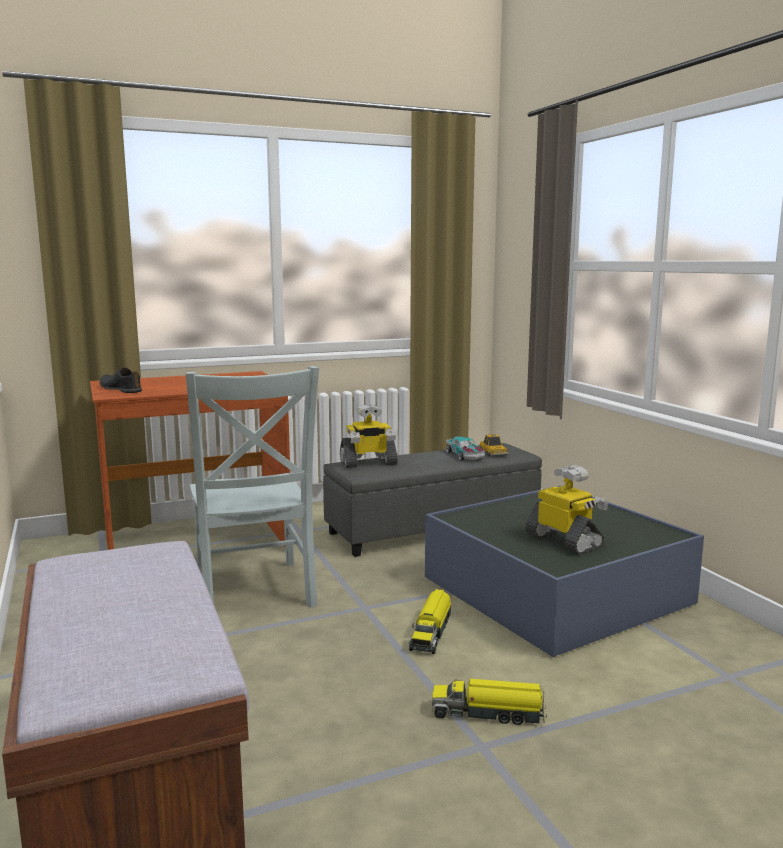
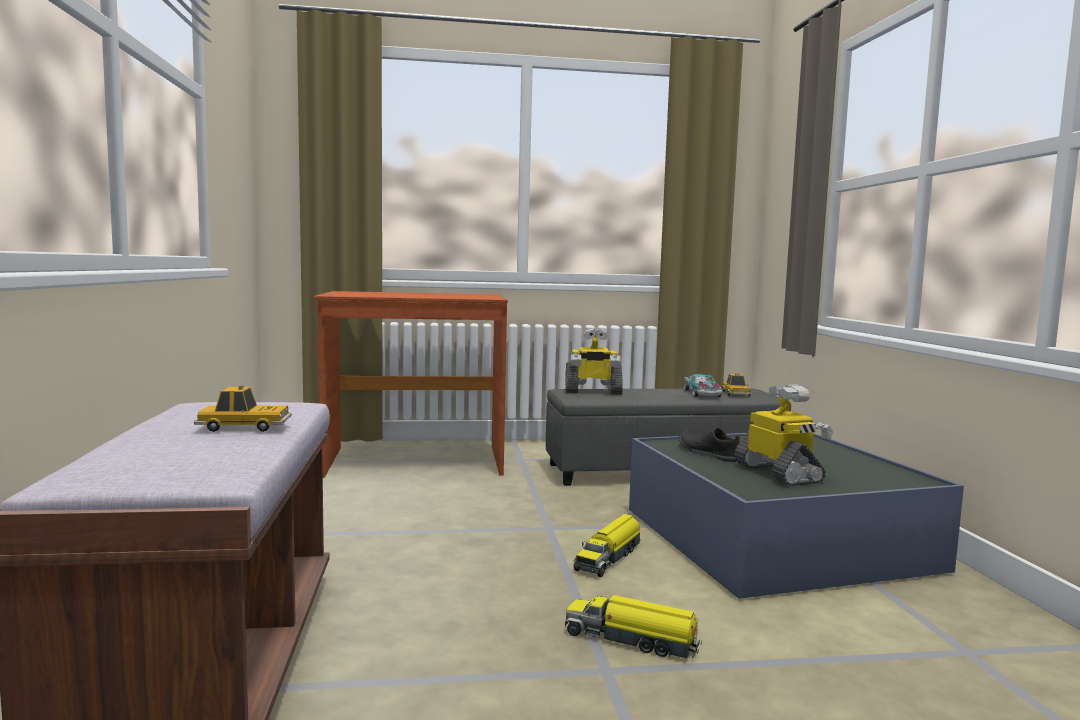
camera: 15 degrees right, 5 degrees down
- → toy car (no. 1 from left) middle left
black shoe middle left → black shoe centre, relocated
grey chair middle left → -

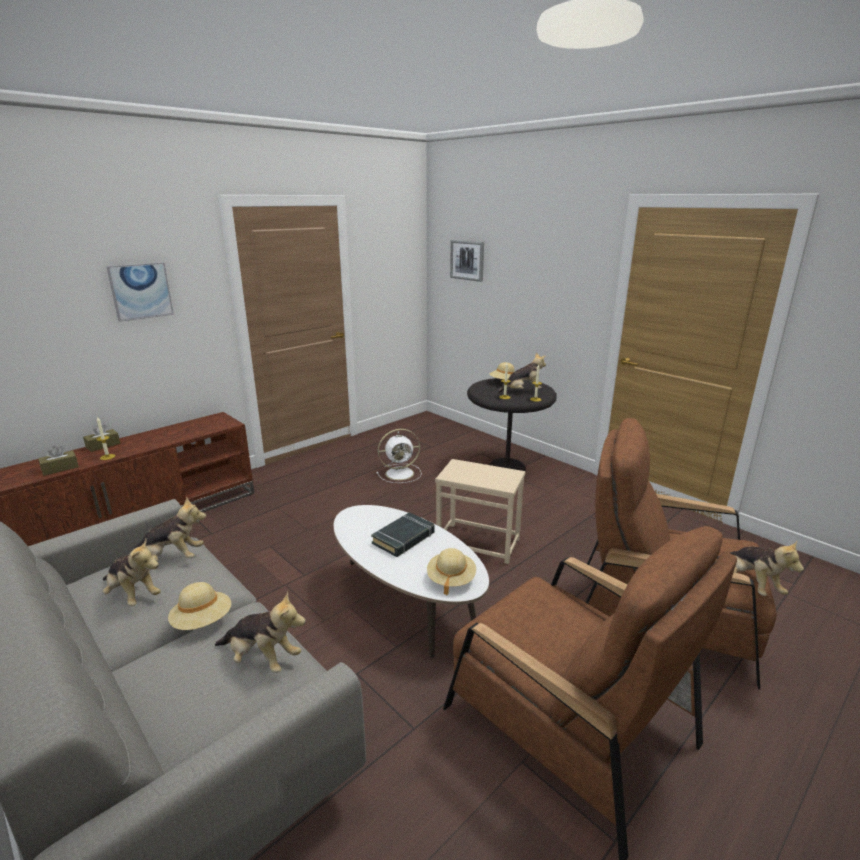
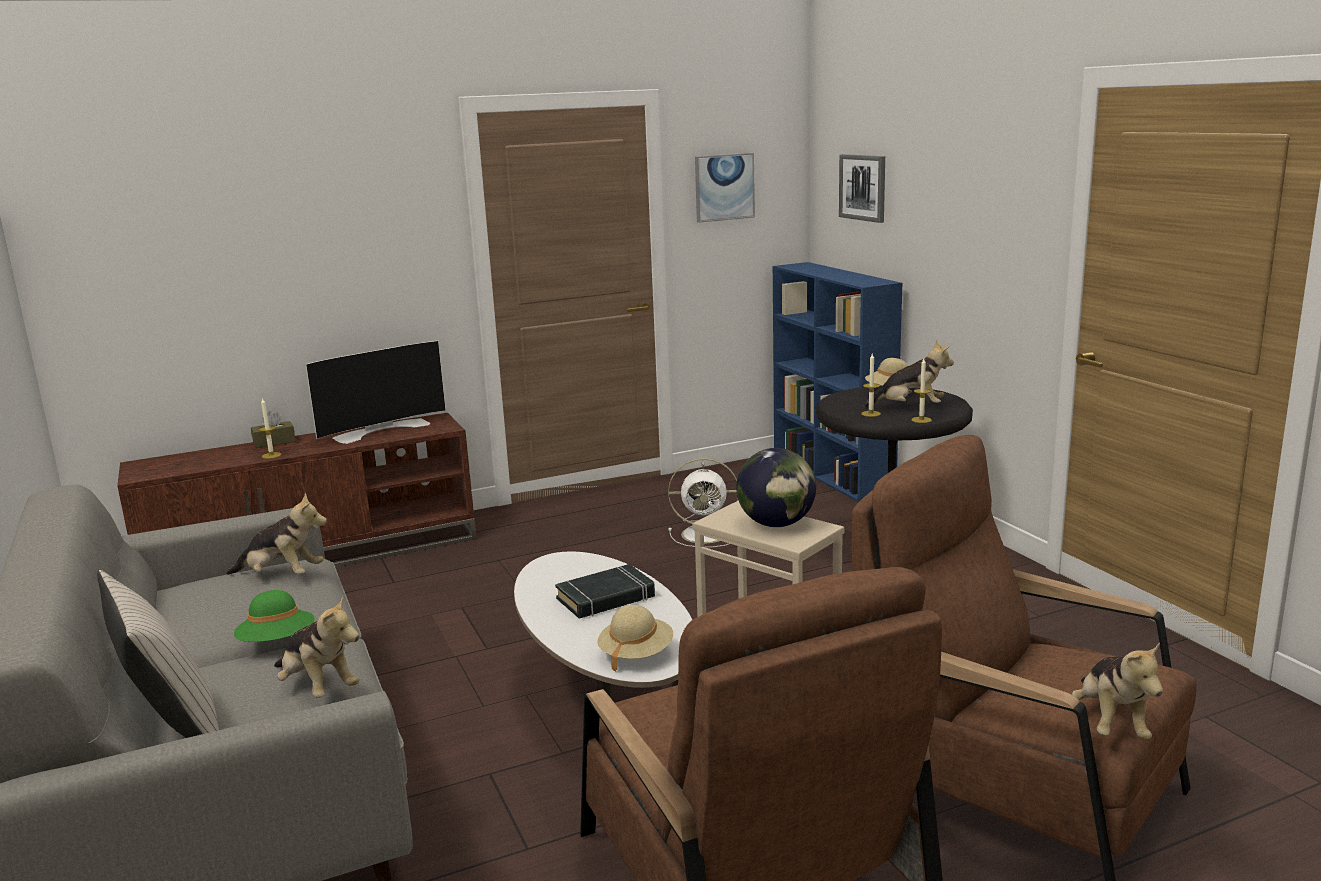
camera: 20 degrees right, 5 degrees down
- → beige pillow bottom left
beige hat (no. 1 from left) bottom left → green hat bottom left
- → television middle left
picture (no. 1 from left) middle left → picture (no. 1 from left) top centre, relocated
- → globe centre
- → blue bookcase centre
brown tissue box (no. 1 from left) middle left → -
plush toy (no. 1 from left) middle left → -

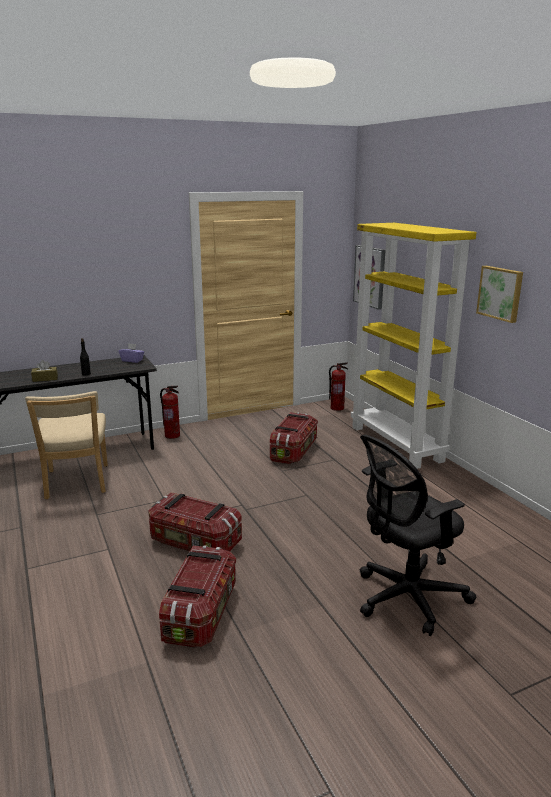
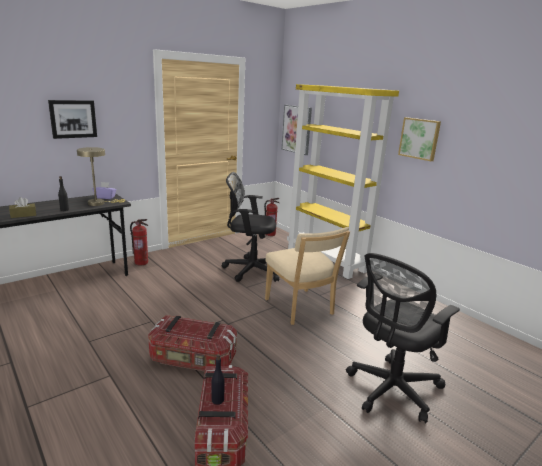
camera: 15 degrees left, 0 degrees up
- → picture (no. 1 from left) top left
- → beige table lamp middle left
- → black bottle (no. 2 from left) bottom centre
storage box (no. 3 from left) centre → black office chair (no. 1 from left) centre
beige chair middle left → beige chair centre, relocated

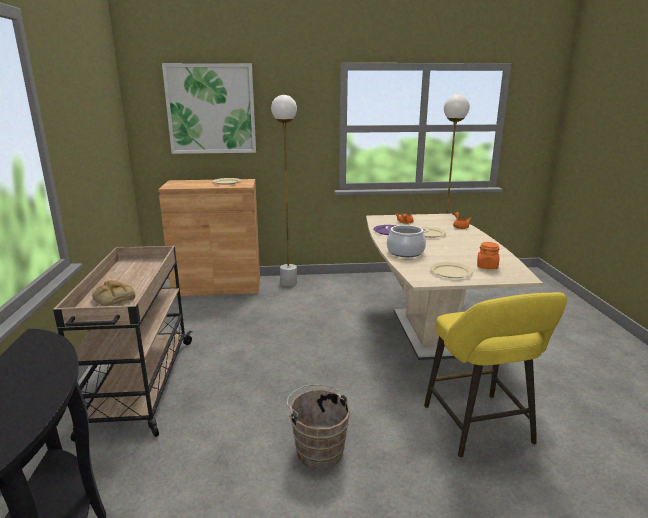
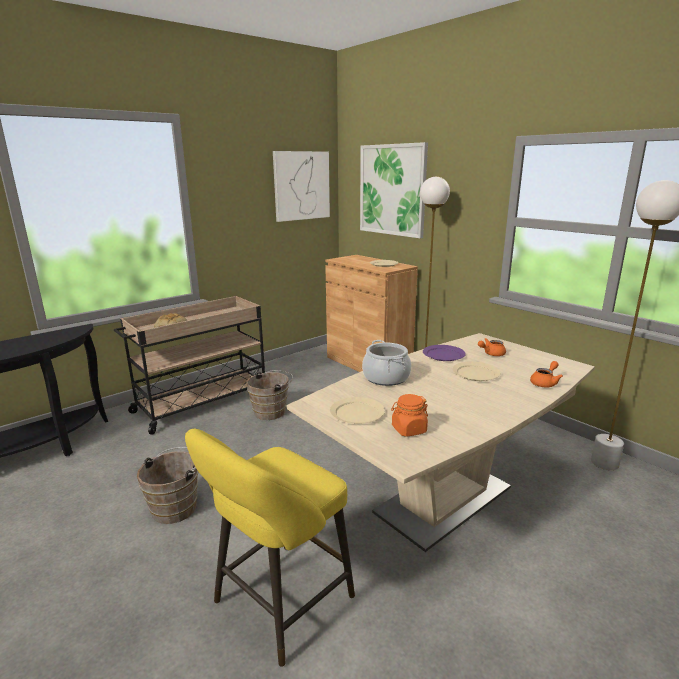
camera: 55 degrees right, 0 degrees up
- → brown bucket (no. 2 from left) centre
- → picture (no. 1 from left) top centre

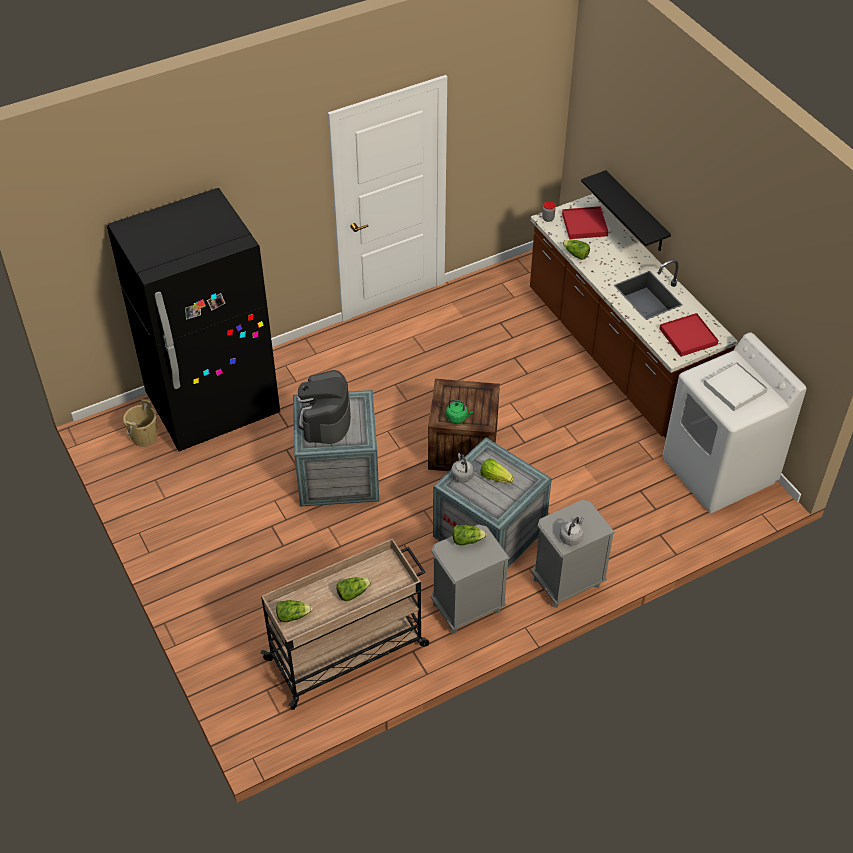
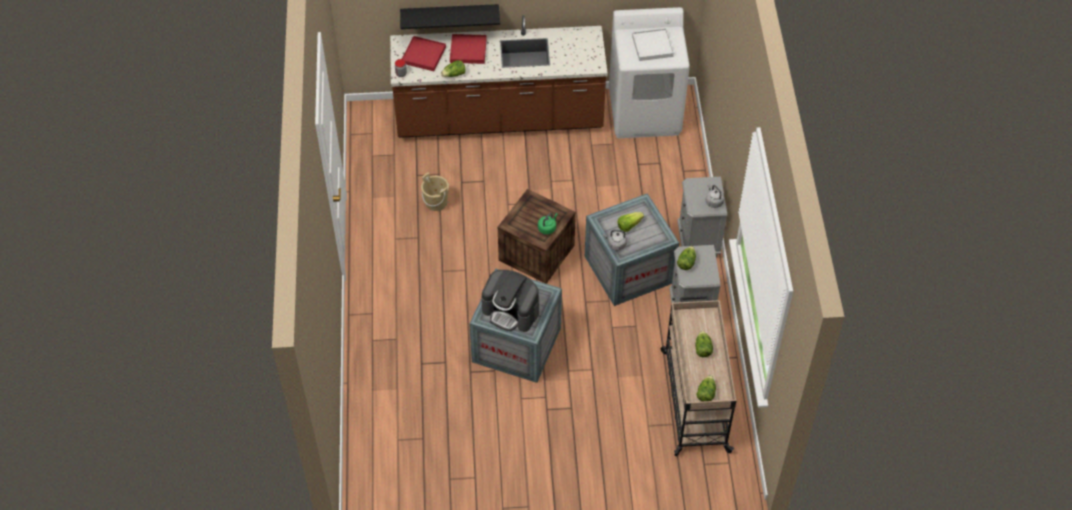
camera: 65 degrees left, 5 degrees up
beige bucket middle left → beige bucket centre, relocated
red tray (no. 2 from left) middle right → red tray (no. 2 from left) top centre, relocated
black fridge middle left → -

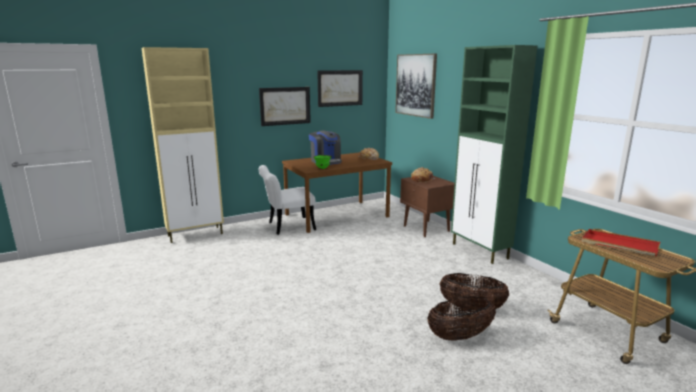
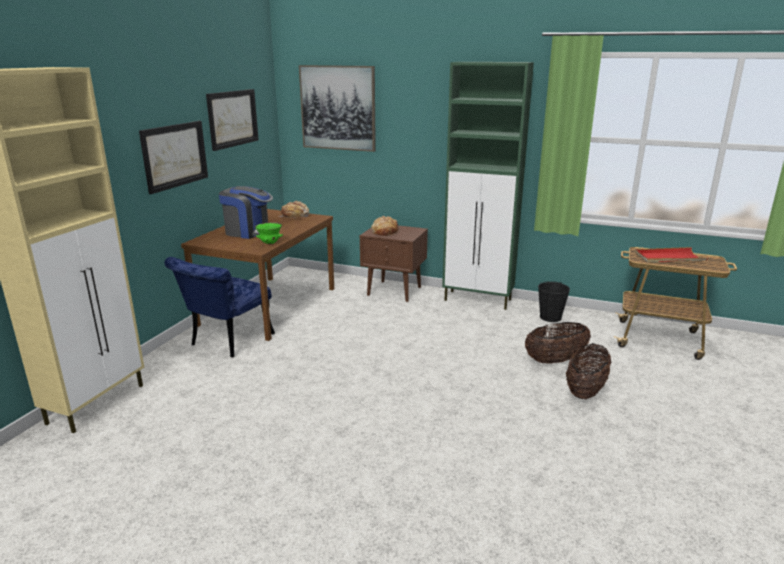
camera: 40 degrees left, 5 degrees up
white chair centre → blue chair middle left
- → black bucket middle right

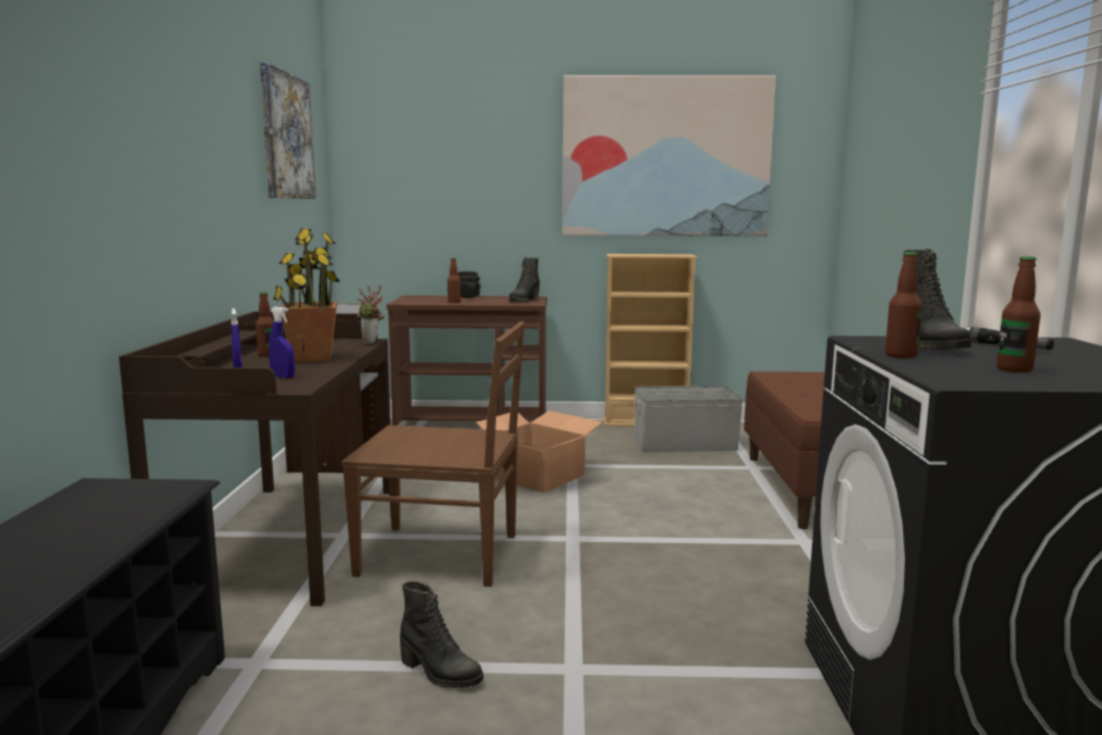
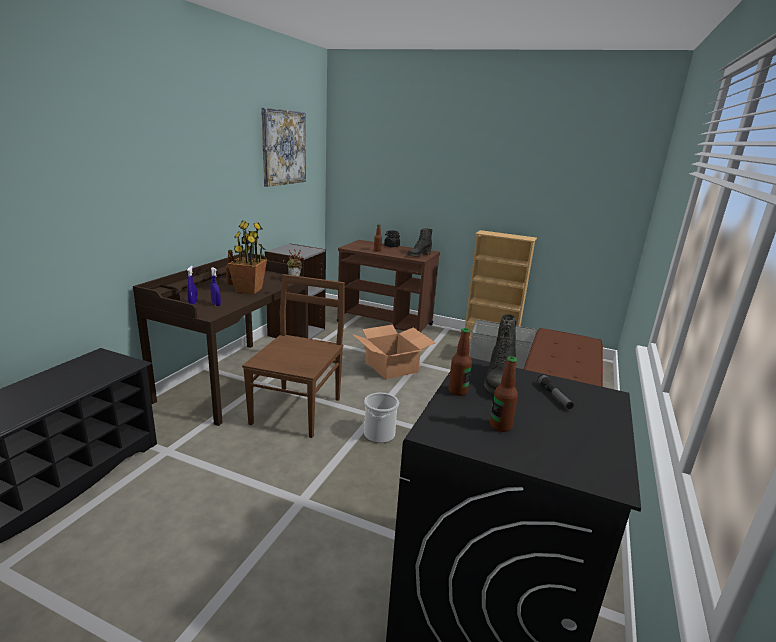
camera: 20 degrees right, 10 degrees up
brown chair centre, 105 degrees counterclockwise
- → bucket centre
black boot (no. 1 from left) bottom centre → -
picture (no. 2 from left) top centre → -

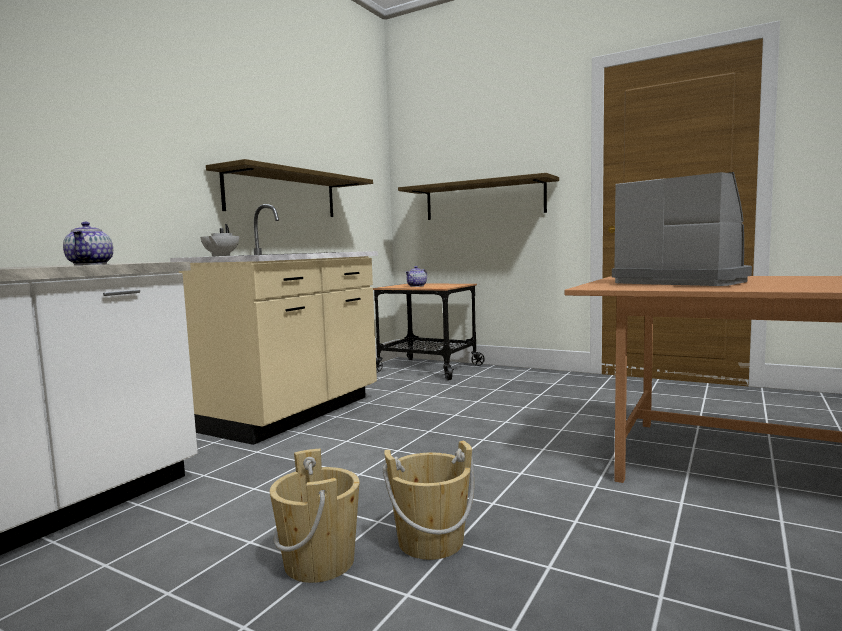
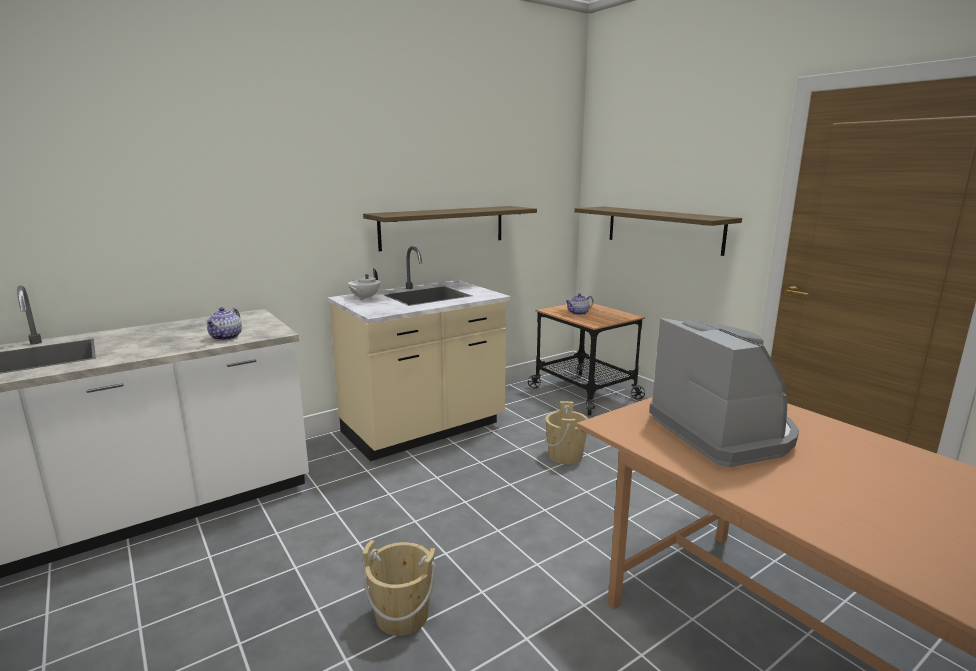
camera: 25 degrees right, 10 degrees up
beige bucket (no. 1 from left in the first image) bottom centre → beige bucket (no. 2 from left) centre, relocated

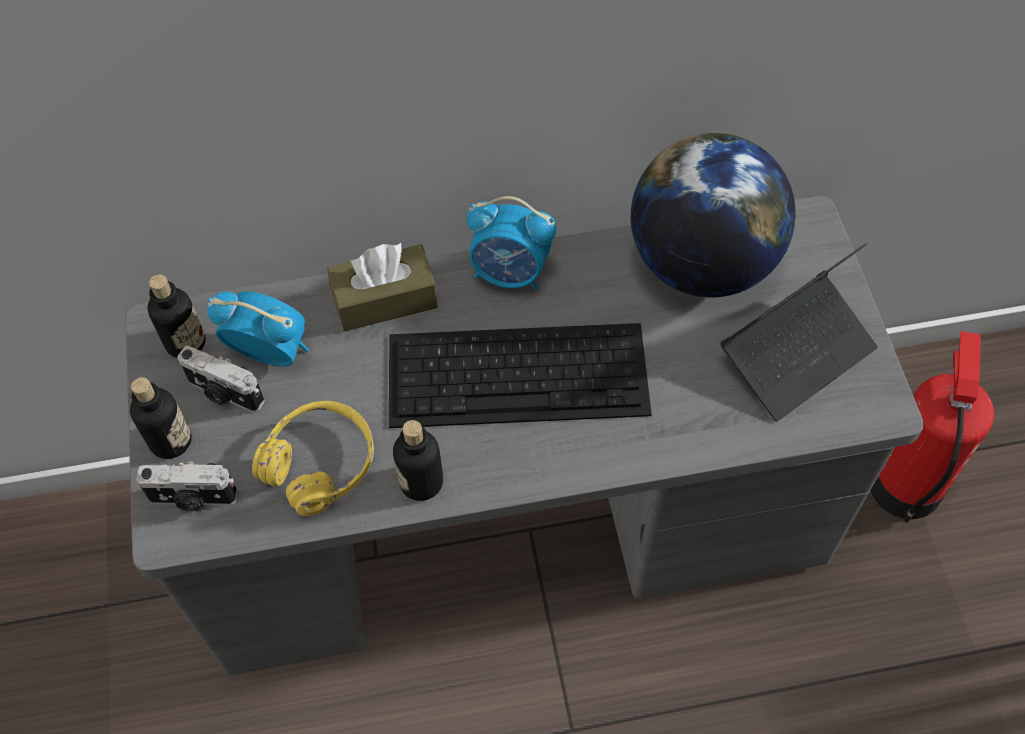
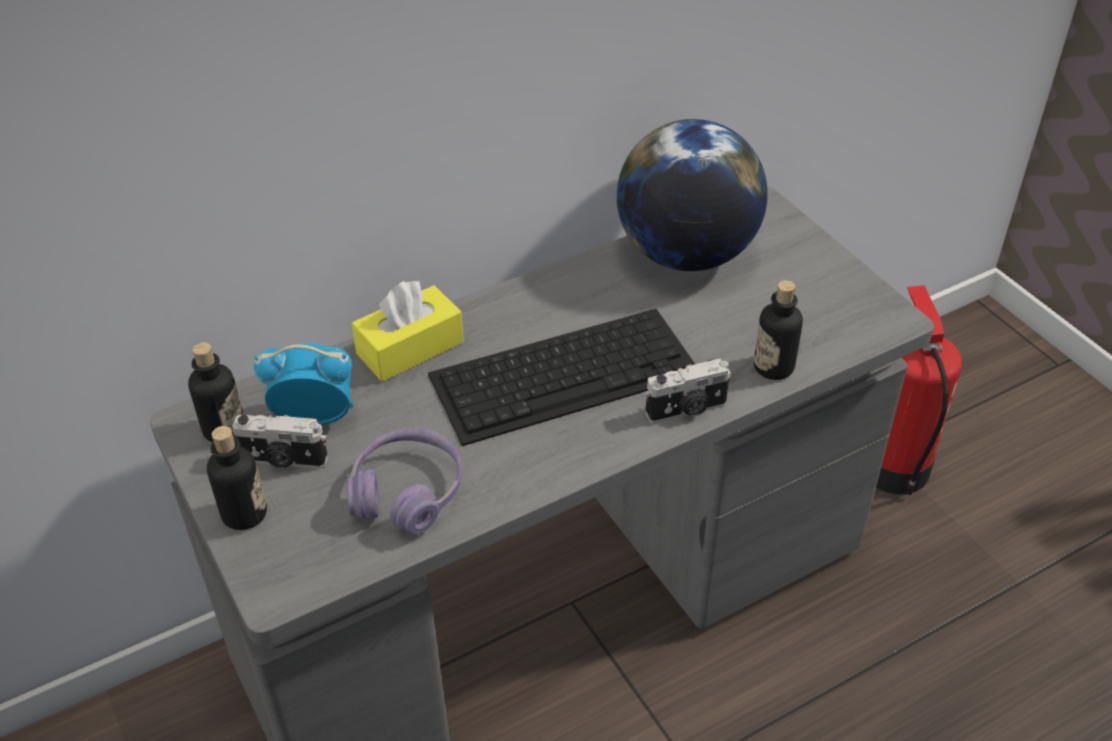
camera: 20 degrees left, 15 degrees down
yellow headphones middle left → purple headphones centre
brown tissue box centre → yellow tissue box centre
photo camera (no. 1 from left in the first image) middle left → photo camera (no. 2 from left) centre, relocated
bottle (no. 3 from left) centre → bottle (no. 3 from left) middle right, relocated
alarm clock (no. 2 from left) top centre → -
laptop middle right → -

